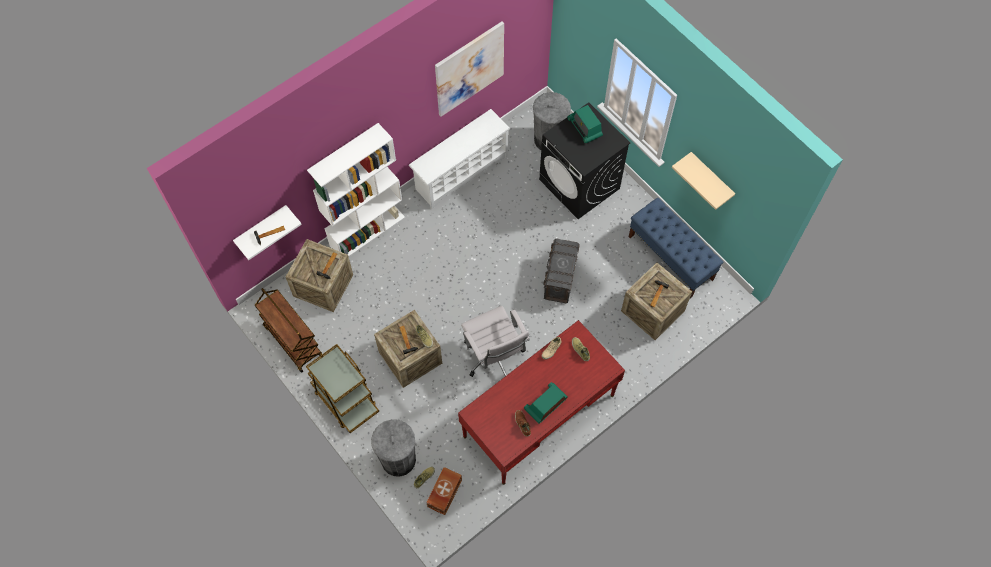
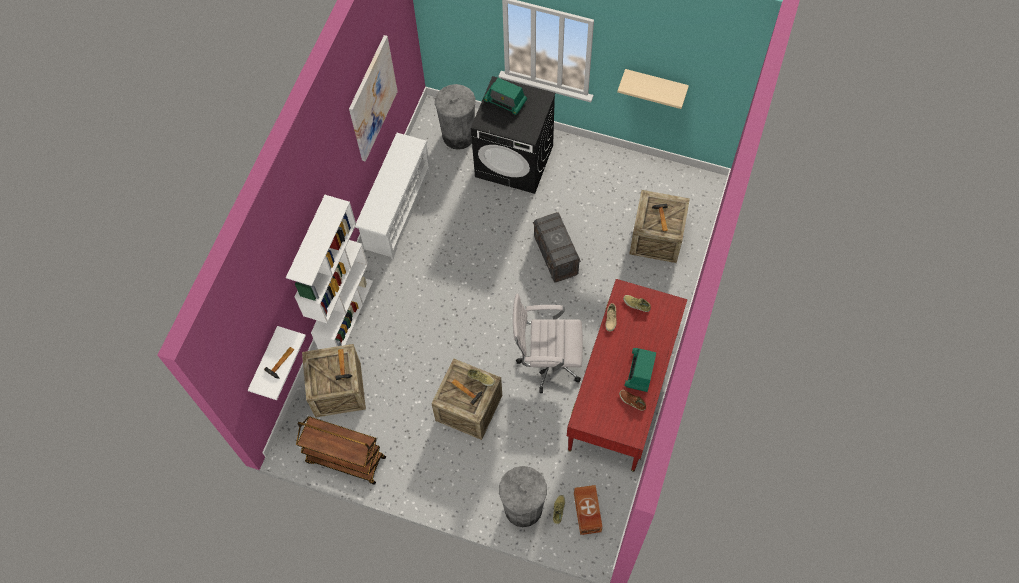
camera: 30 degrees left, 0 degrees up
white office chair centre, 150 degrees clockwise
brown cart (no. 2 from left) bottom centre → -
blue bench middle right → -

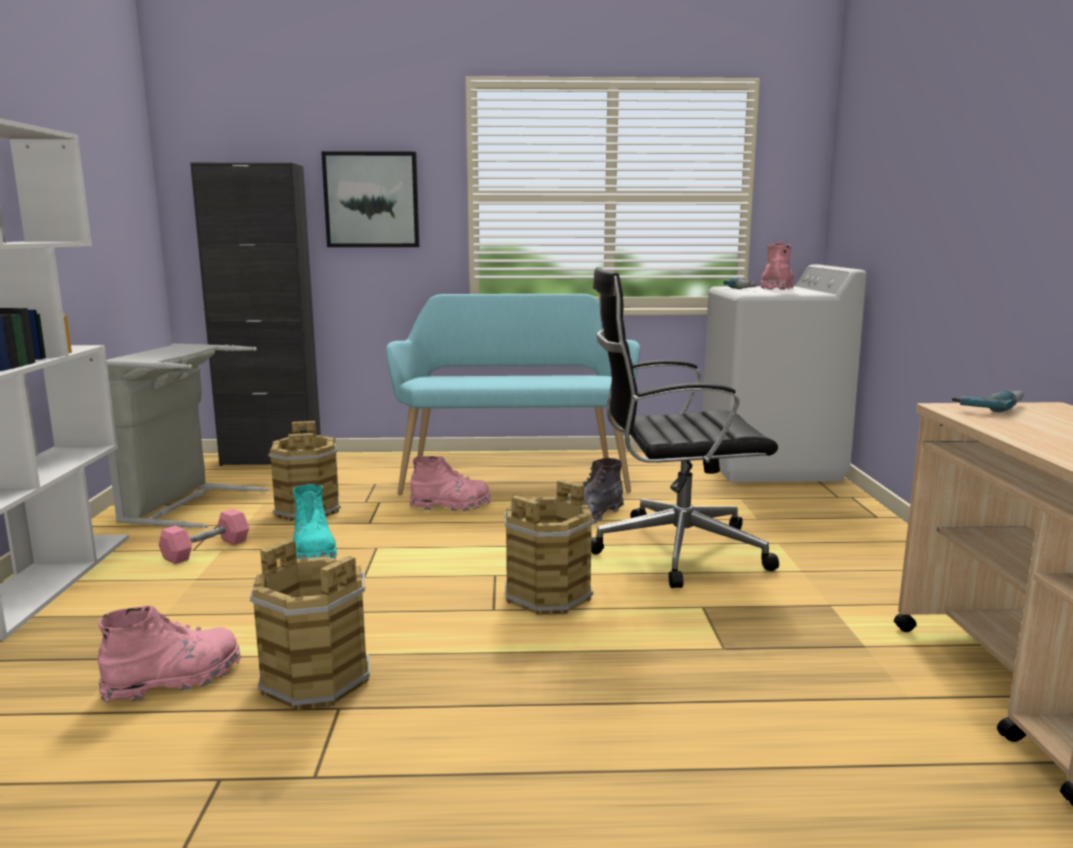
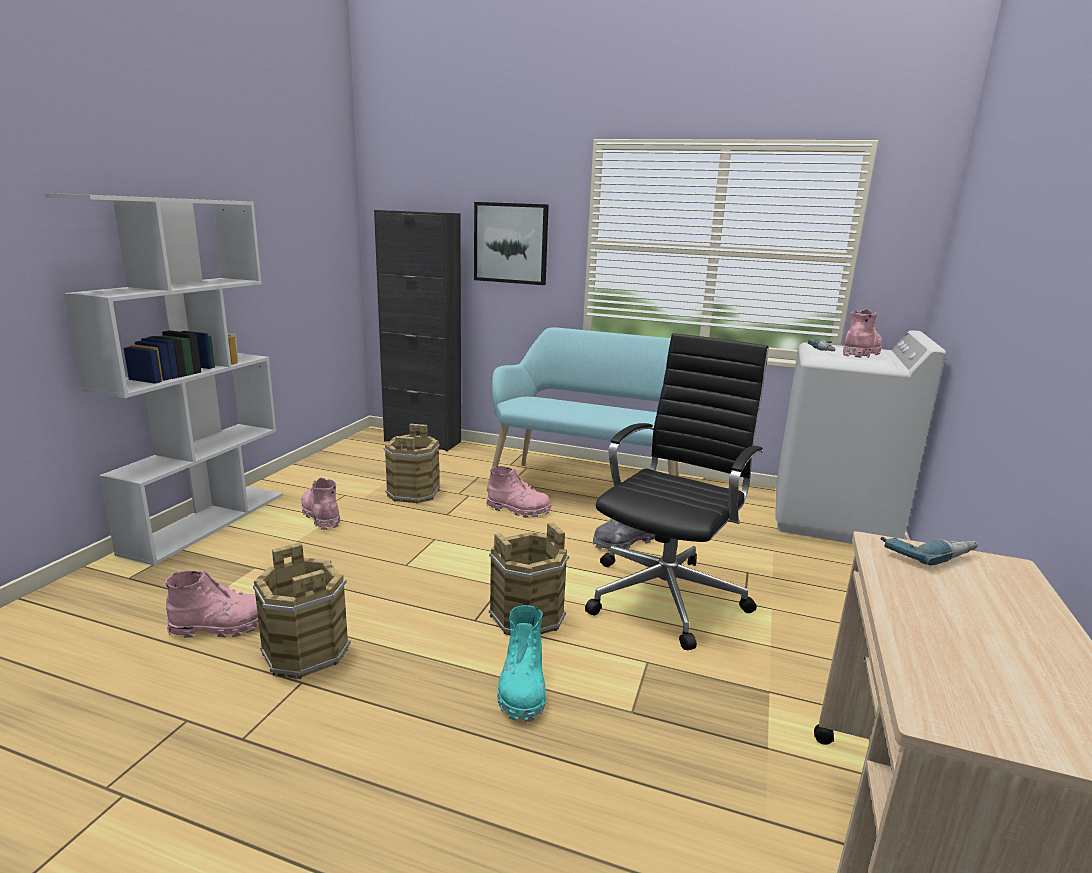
camera: 20 degrees right, 5 degrees up
pink dumbbell middle left → pink boot (no. 2 from left) middle left
turquoise boot middle left → turquoise boot bottom centre, relocated
black office chair centre, 105 degrees clockwise
grey laundry basket middle left → -

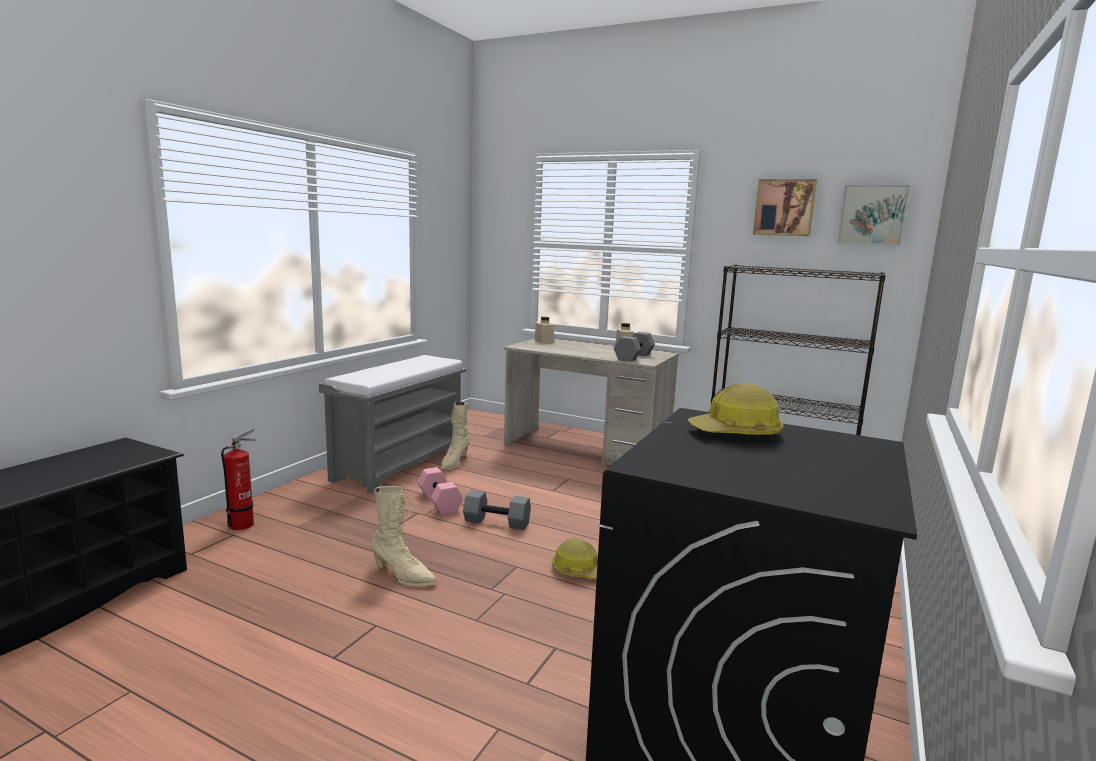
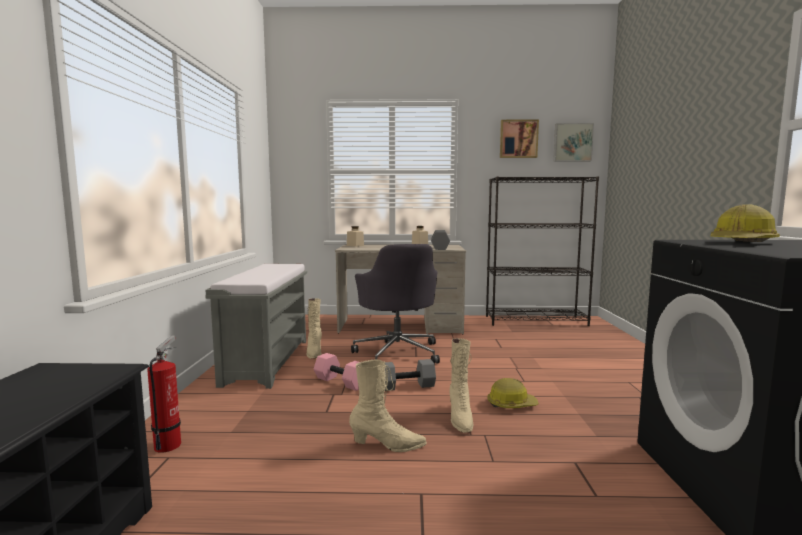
camera: 25 degrees left, 5 degrees down
- → grey office chair centre
- → beige boot (no. 3 from left) bottom centre

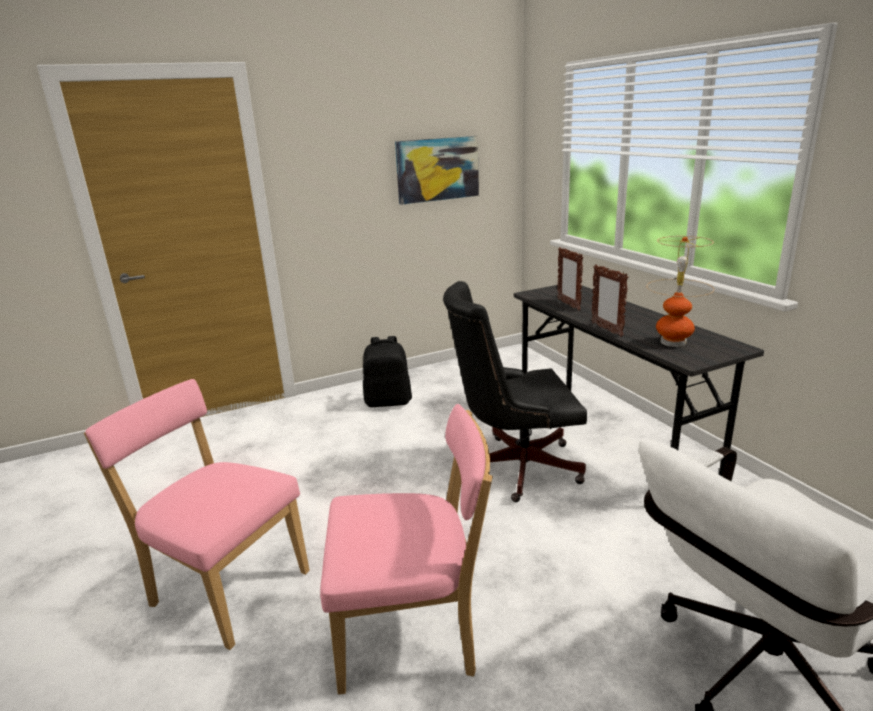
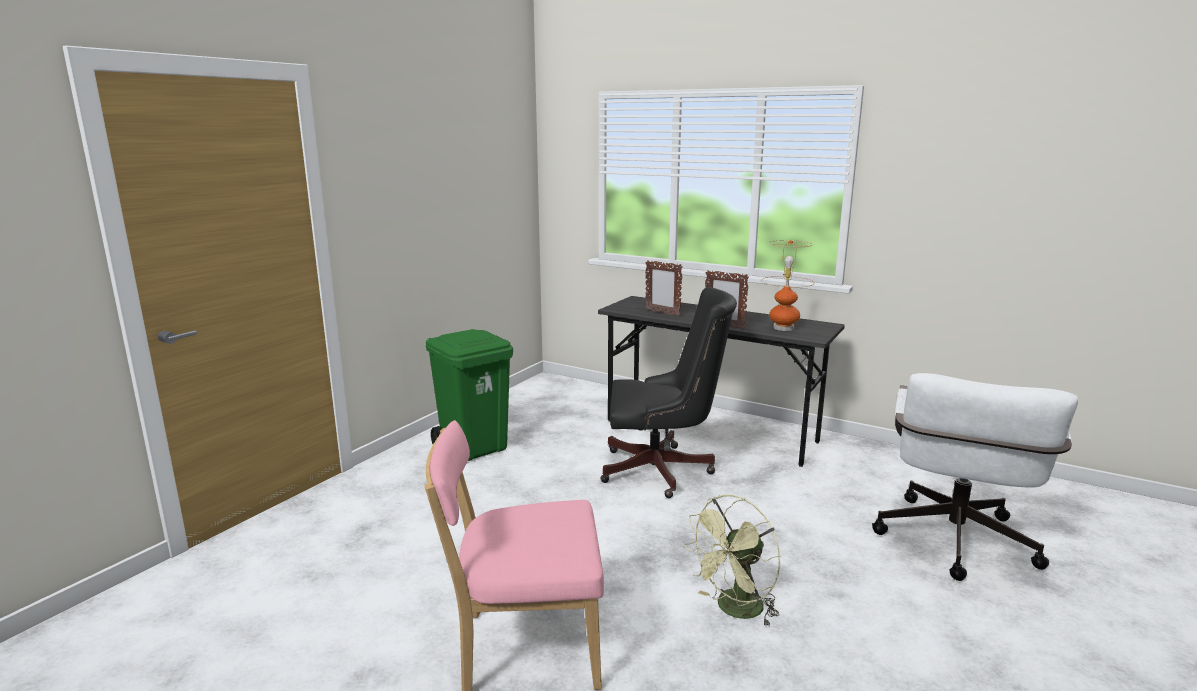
camera: 35 degrees left, 5 degrees down
black backpack centre → green trash can centre
black office chair centre, 135 degrees counterclockwise
pink chair (no. 2 from left) bottom centre → green fan bottom centre
picture top centre → -

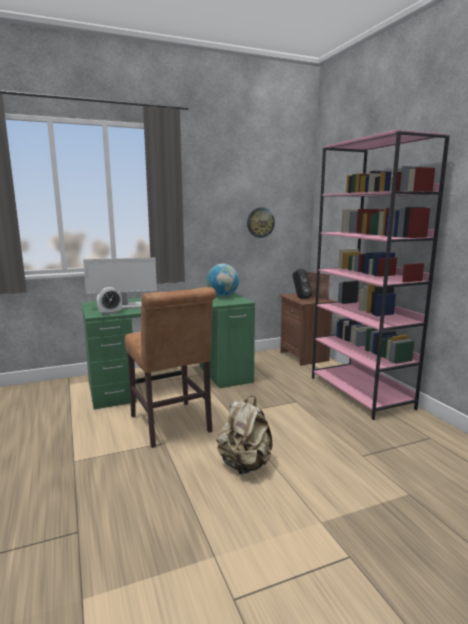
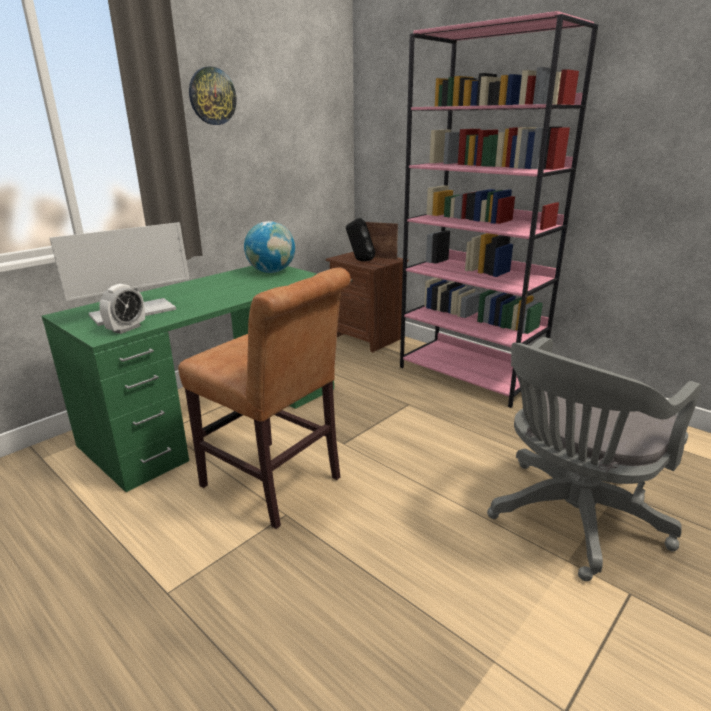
camera: 25 degrees left, 10 degrees up
wall clock centre → wall clock top left, relocated
- → grey office chair middle right
beige backpack bottom centre → -

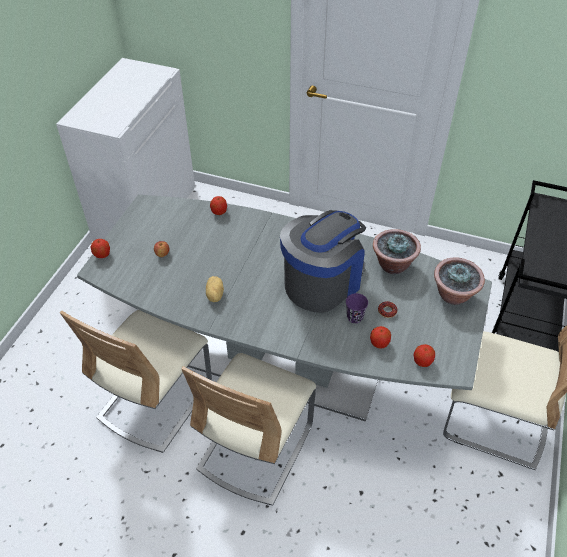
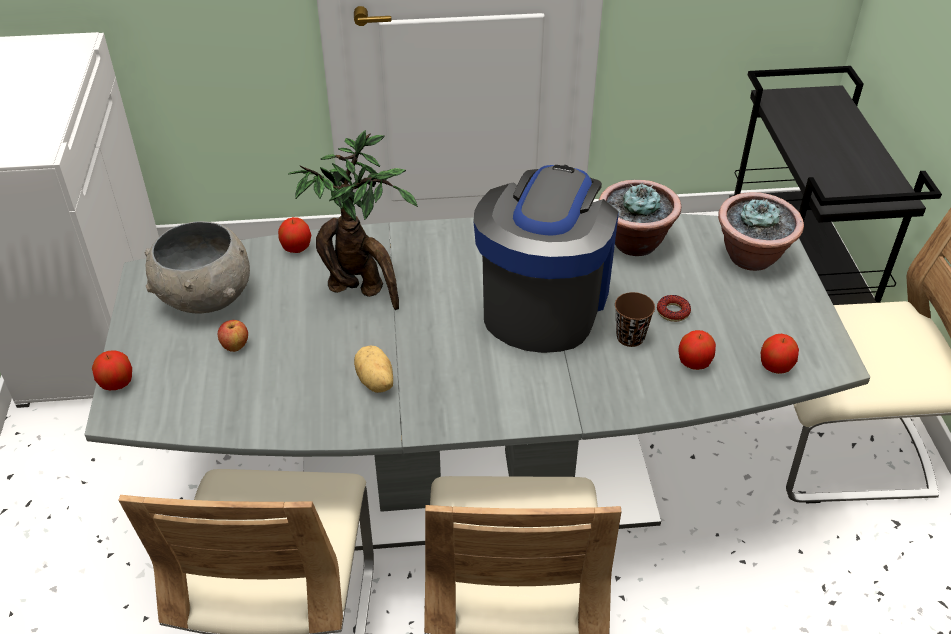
camera: 25 degrees left, 5 degrees down
- → grey bowl middle left
- → potted plant (no. 1 from left) centre
purple cup centre → brown cup middle right

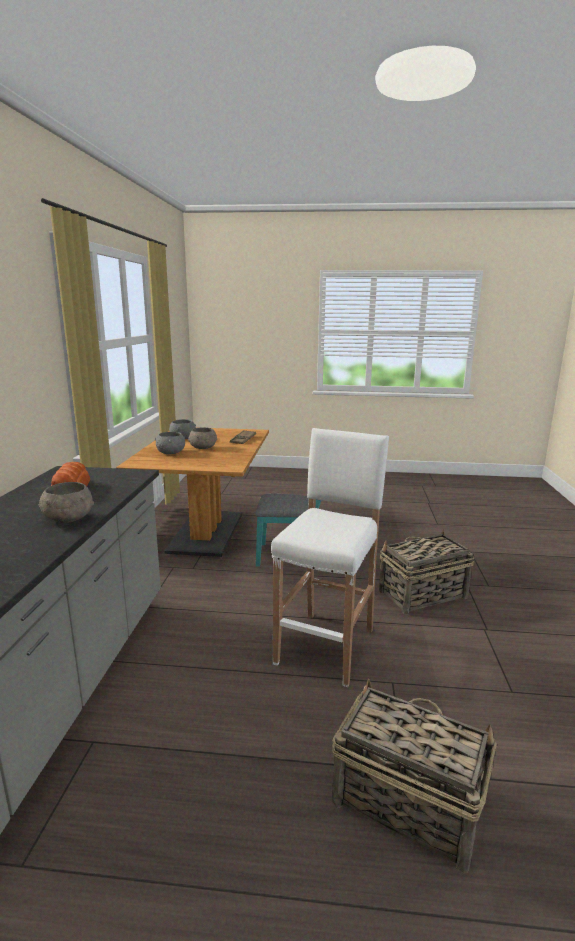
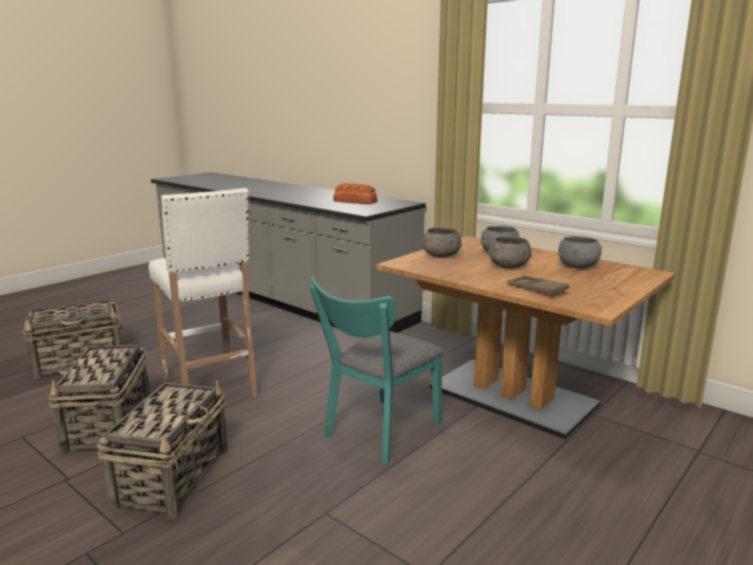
camera: 125 degrees right, 0 degrees up
- → basket (no. 2 from left) bottom left
grey bowl (no. 1 from left) middle left → grey bowl (no. 1 from left) centre, relocated

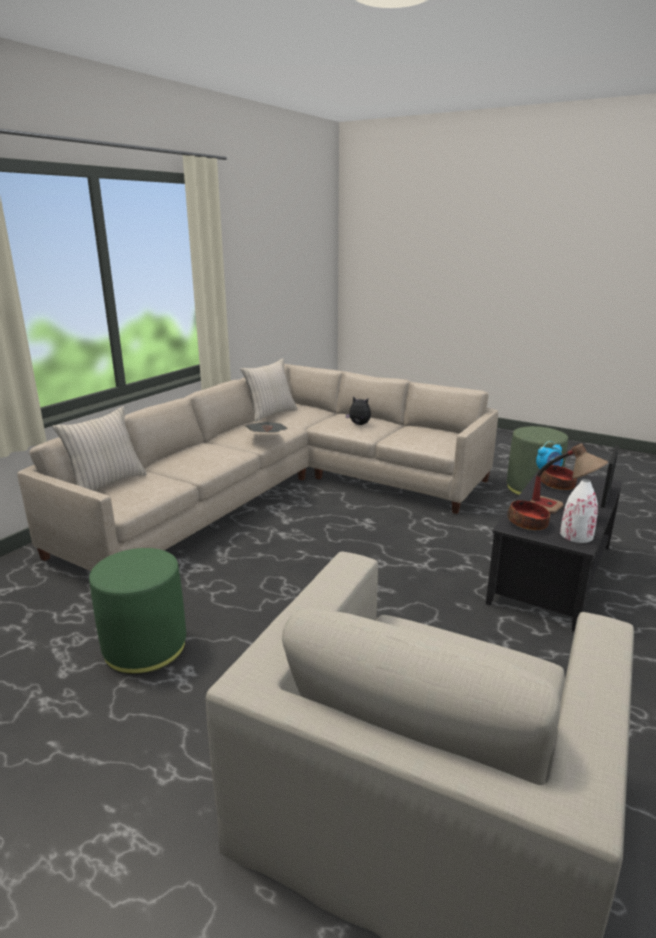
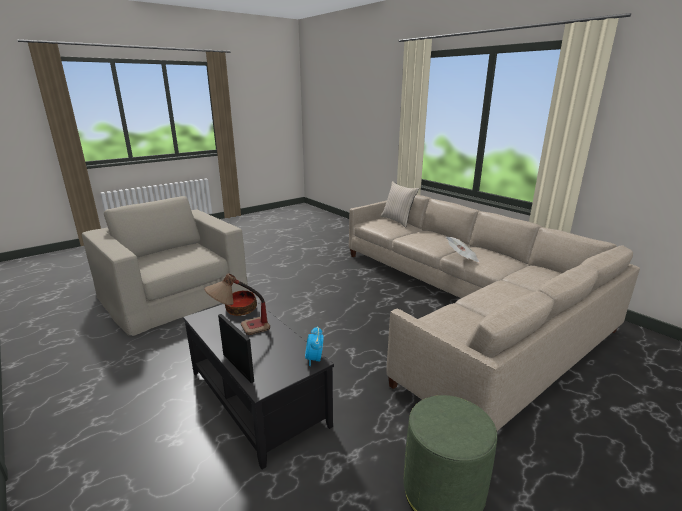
camera: 110 degrees right, 0 degrees up
green ottoman (no. 1 from left) middle left → -
beige pillow (no. 2 from left) centre → -
plush toy centre → -
bowl (no. 2 from left) middle right → -
white vase middle right → -

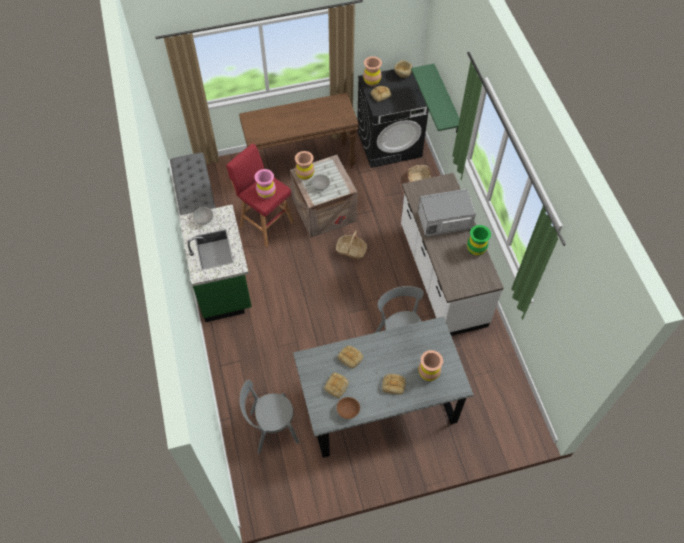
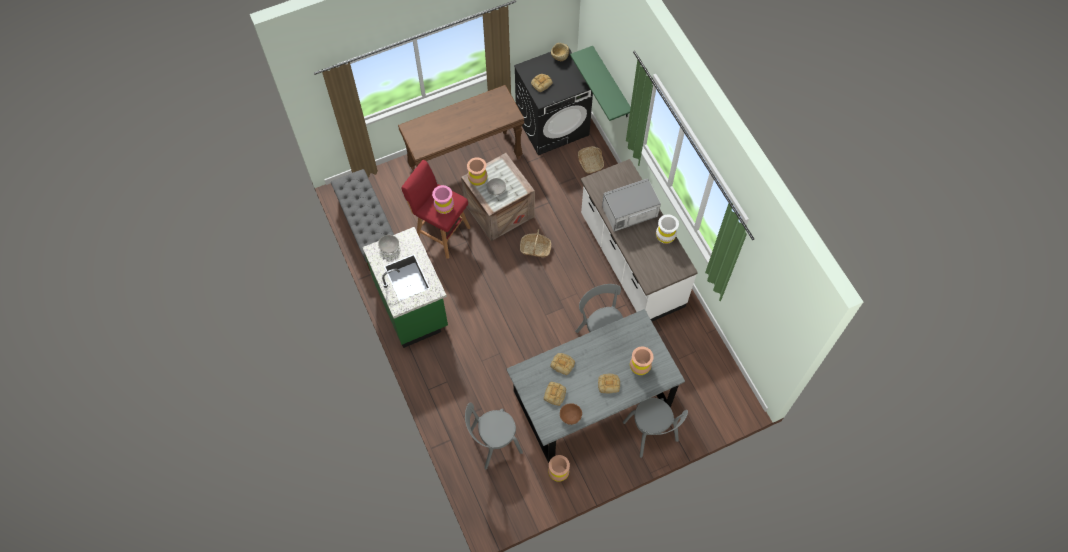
camera: 10 degrees left, 5 degrees up
brown vase (no. 2 from left) top centre → brown vase (no. 2 from left) bottom centre, relocated
- → grey chair (no. 3 from left) bottom centre
green vase middle right → white vase centre

